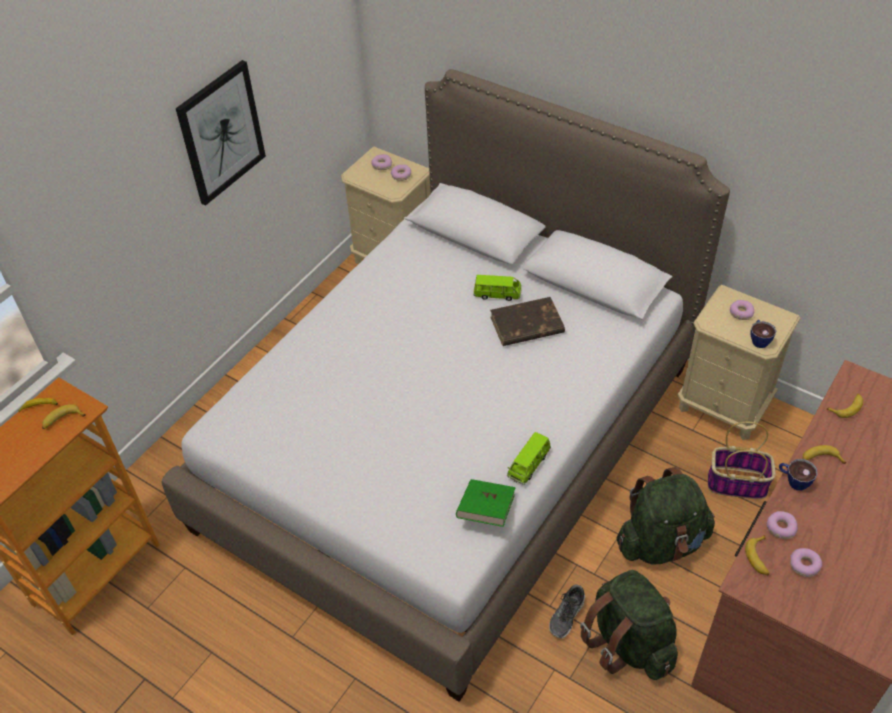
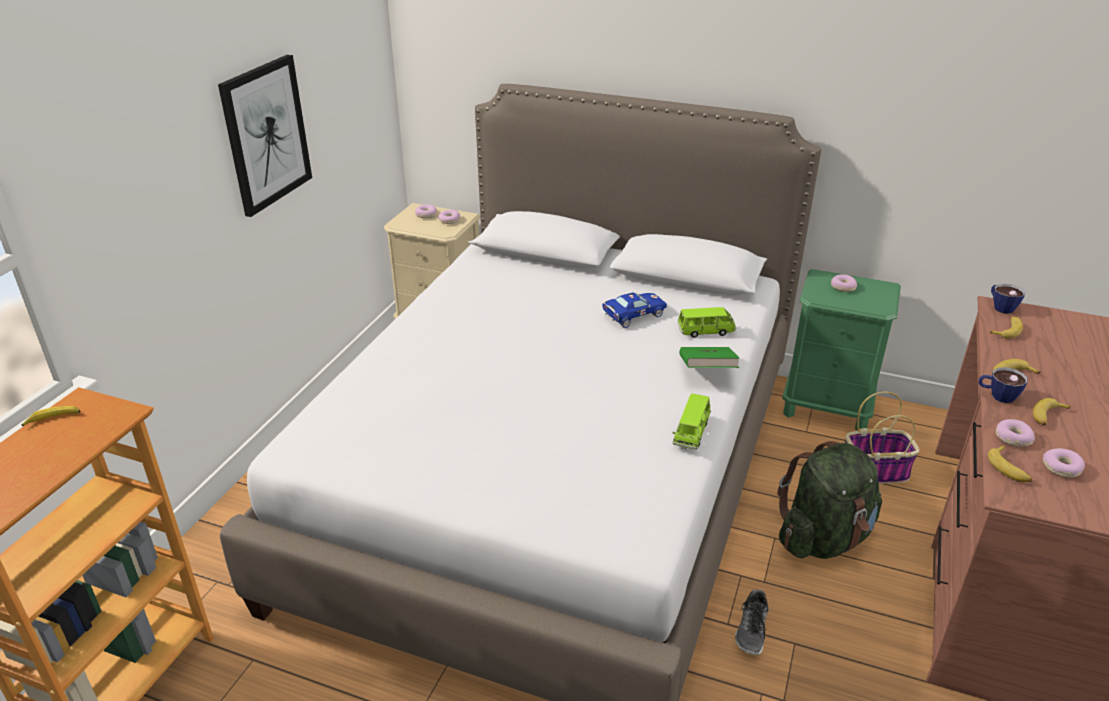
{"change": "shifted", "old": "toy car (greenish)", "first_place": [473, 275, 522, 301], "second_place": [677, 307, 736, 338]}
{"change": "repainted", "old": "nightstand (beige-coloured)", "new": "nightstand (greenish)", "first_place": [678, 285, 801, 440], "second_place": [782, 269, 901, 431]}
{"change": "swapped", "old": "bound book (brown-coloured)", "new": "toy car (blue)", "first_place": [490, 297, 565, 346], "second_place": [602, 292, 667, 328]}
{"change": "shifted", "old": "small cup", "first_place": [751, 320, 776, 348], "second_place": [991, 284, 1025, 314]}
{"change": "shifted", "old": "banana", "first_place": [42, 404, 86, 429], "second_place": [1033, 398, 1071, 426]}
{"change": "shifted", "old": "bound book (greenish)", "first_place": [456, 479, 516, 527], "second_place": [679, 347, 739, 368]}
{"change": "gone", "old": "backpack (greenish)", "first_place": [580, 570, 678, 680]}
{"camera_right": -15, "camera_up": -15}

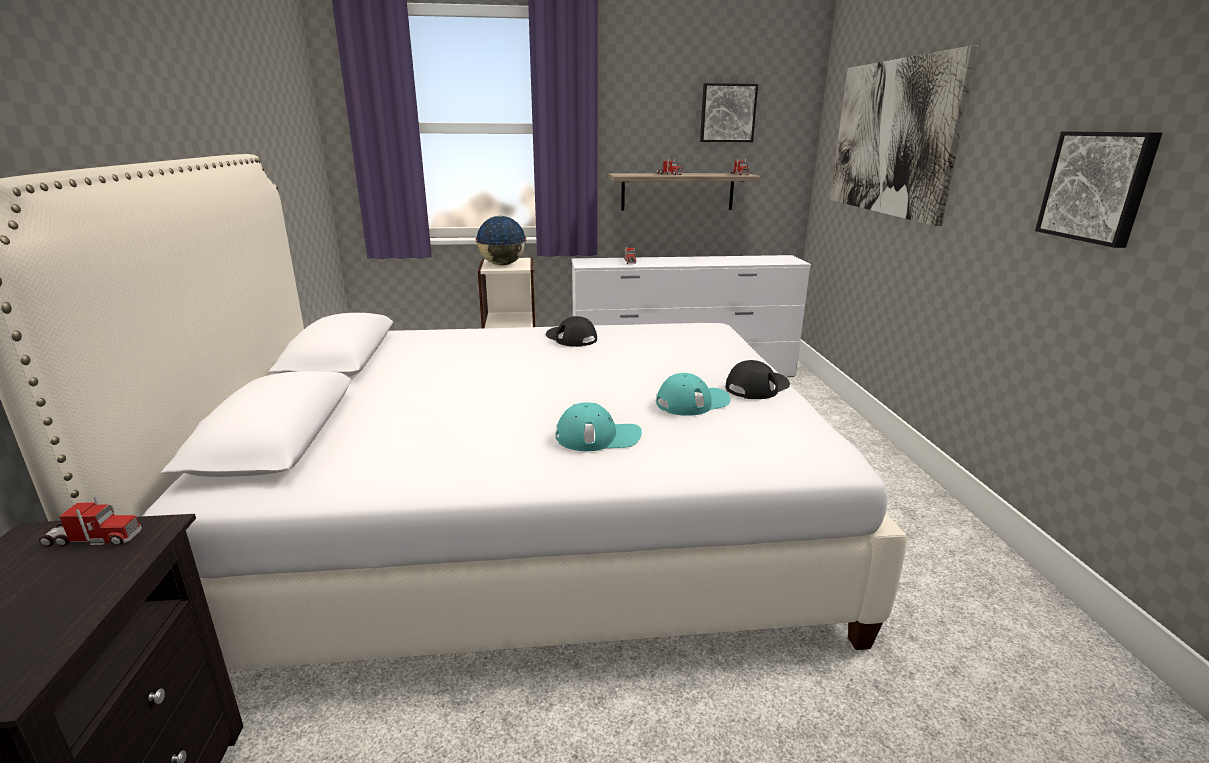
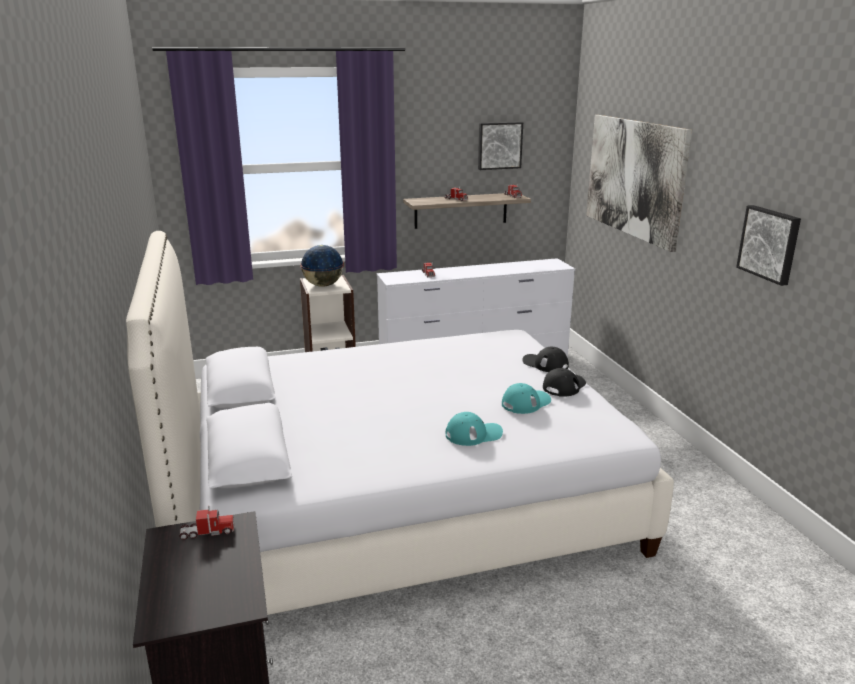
{"change": "shifted", "old": "baseball cap (blackish)", "first_place": [546, 316, 597, 347], "second_place": [523, 347, 569, 372]}
{"camera_right": -10, "camera_up": 0}

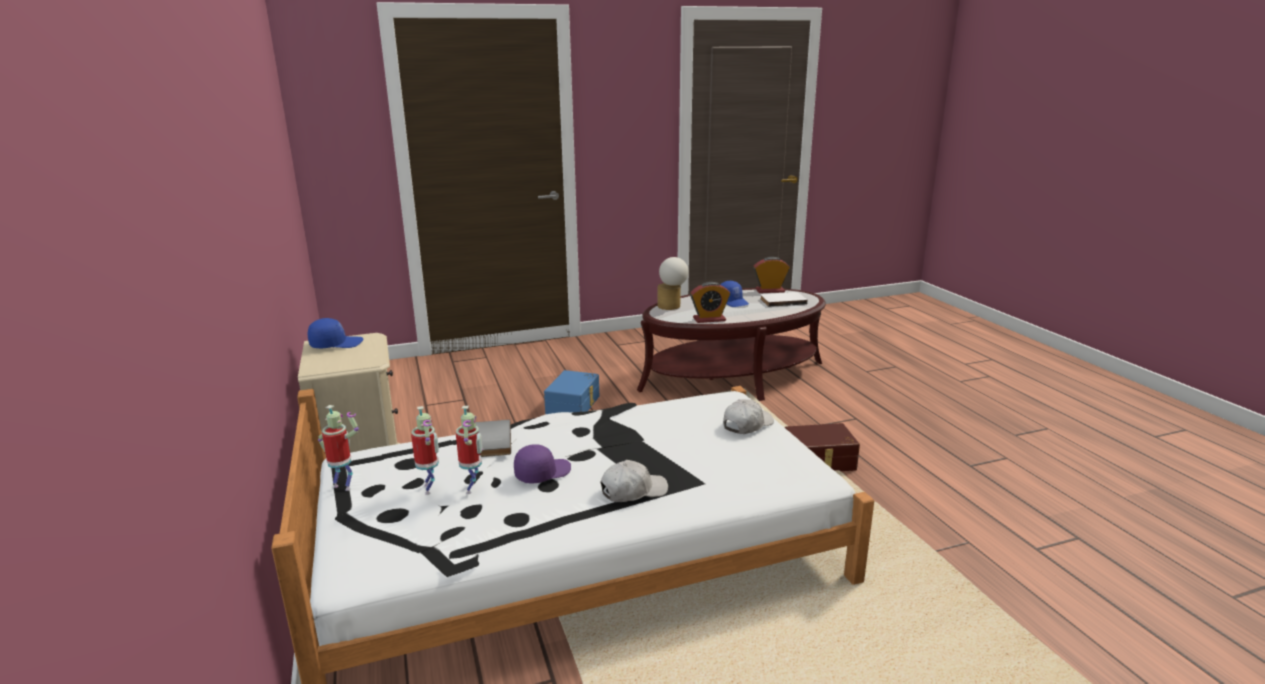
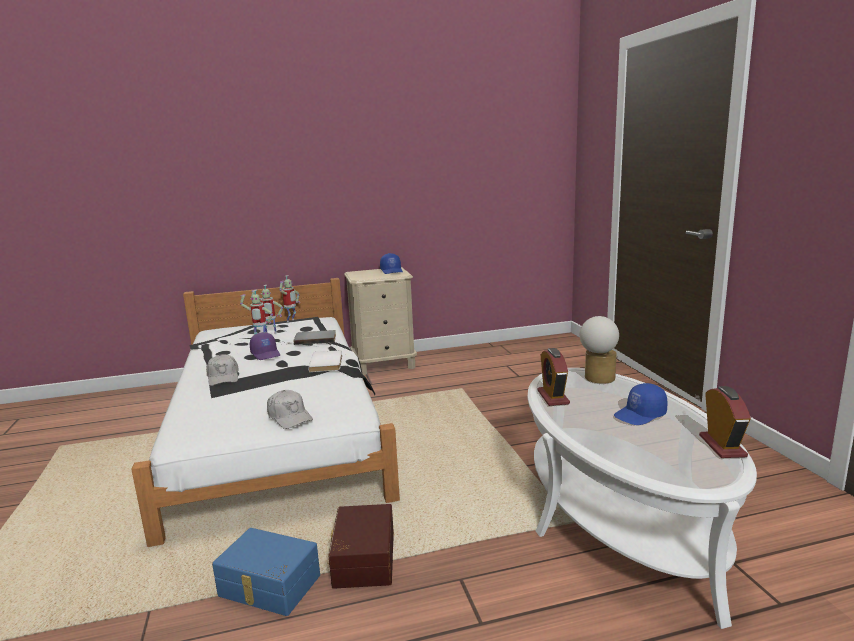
{"change": "repainted", "old": "coffee table (brown-coloured)", "new": "coffee table (white-coloured)", "first_place": [637, 288, 826, 401], "second_place": [528, 368, 757, 629]}
{"change": "shifted", "old": "bound book (white-coloured)", "first_place": [760, 292, 808, 307], "second_place": [309, 350, 342, 372]}
{"change": "shifted", "old": "storage container (blue)", "first_place": [544, 370, 599, 414], "second_place": [212, 528, 320, 616]}
{"camera_right": 95, "camera_up": -5}

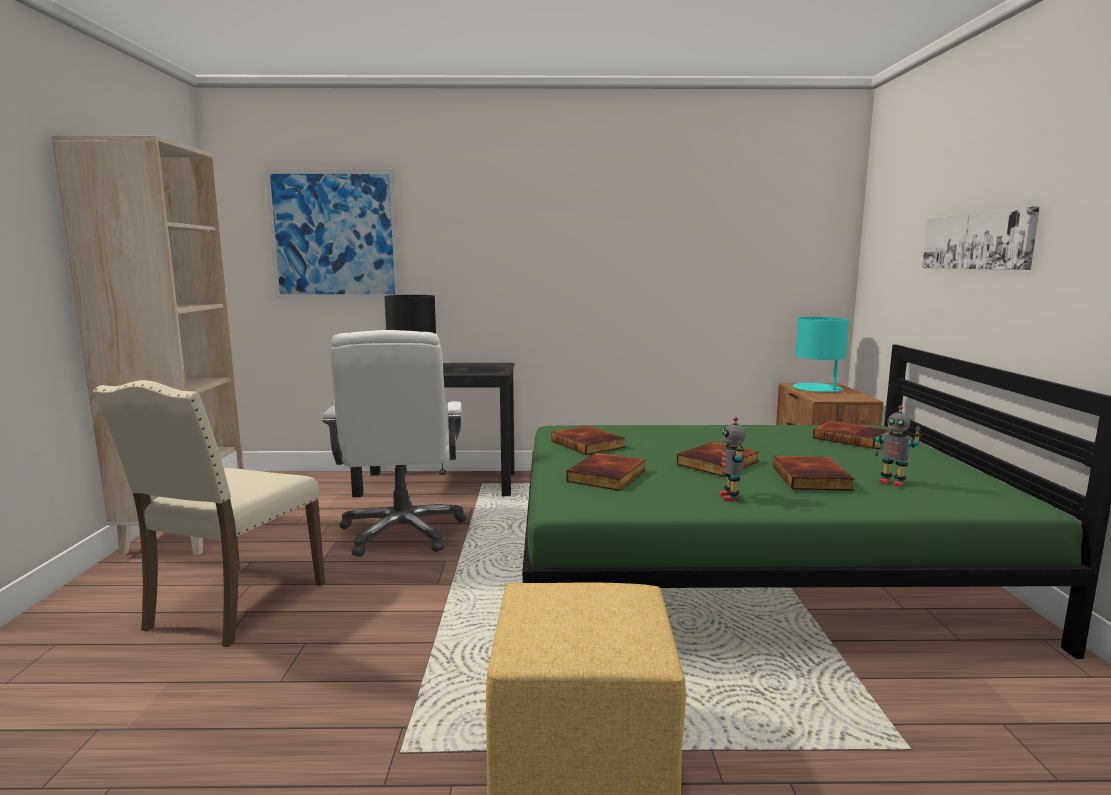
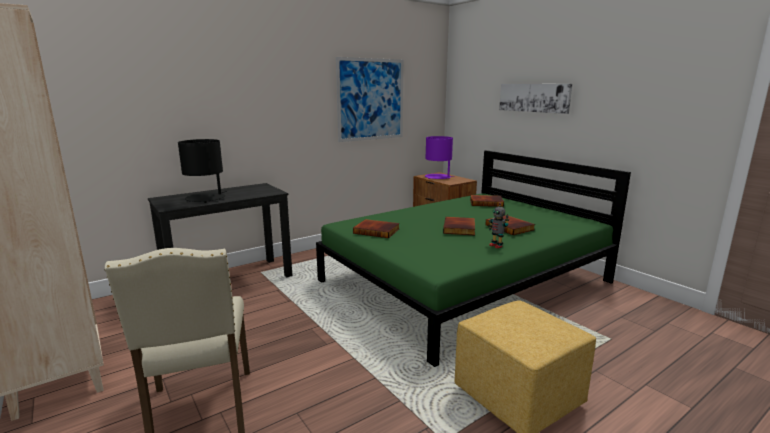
{"change": "shifted", "old": "wall art", "first_place": [265, 169, 400, 299], "second_place": [336, 57, 403, 142]}
{"change": "repainted", "old": "lamp for a table (turquoise-coloured)", "new": "lamp for a table (purple)", "first_place": [793, 317, 849, 393], "second_place": [425, 136, 454, 179]}
{"change": "gone", "old": "desk chair (white-coloured)", "first_place": [322, 330, 467, 557]}
{"change": "gone", "old": "toy robot", "first_place": [874, 405, 921, 487]}
{"change": "gone", "old": "bound book", "first_place": [567, 452, 646, 491]}
{"camera_right": -35, "camera_up": 5}

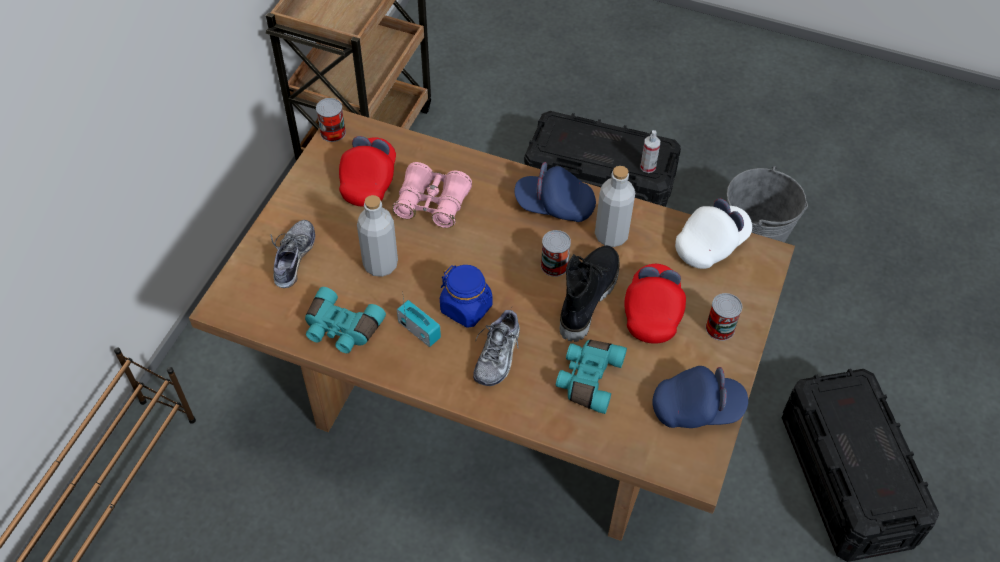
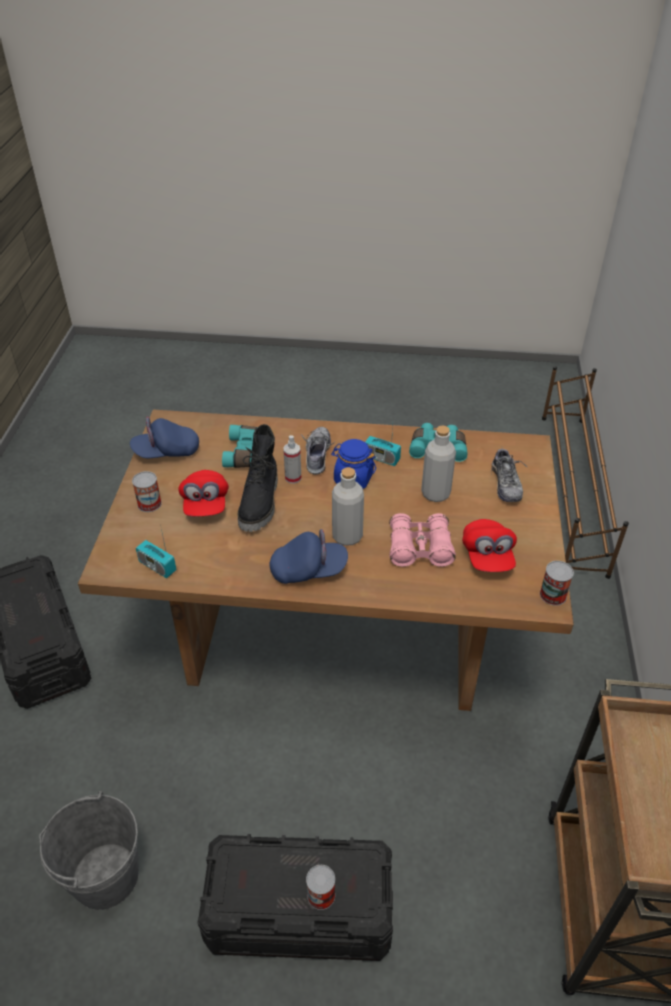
{"change": "shifted", "old": "sprayer", "first_place": [640, 130, 660, 173], "second_place": [283, 435, 301, 484]}
{"change": "shifted", "old": "drink bottle (grey)", "first_place": [595, 166, 635, 247], "second_place": [332, 467, 364, 546]}
{"change": "swapped", "old": "baseball cap (white-coloured)", "new": "radio", "first_place": [675, 198, 752, 269], "second_place": [136, 524, 176, 578]}
{"change": "shifted", "old": "metal can", "first_place": [541, 230, 571, 277], "second_place": [306, 865, 335, 910]}
{"camera_right": 165, "camera_up": -10}

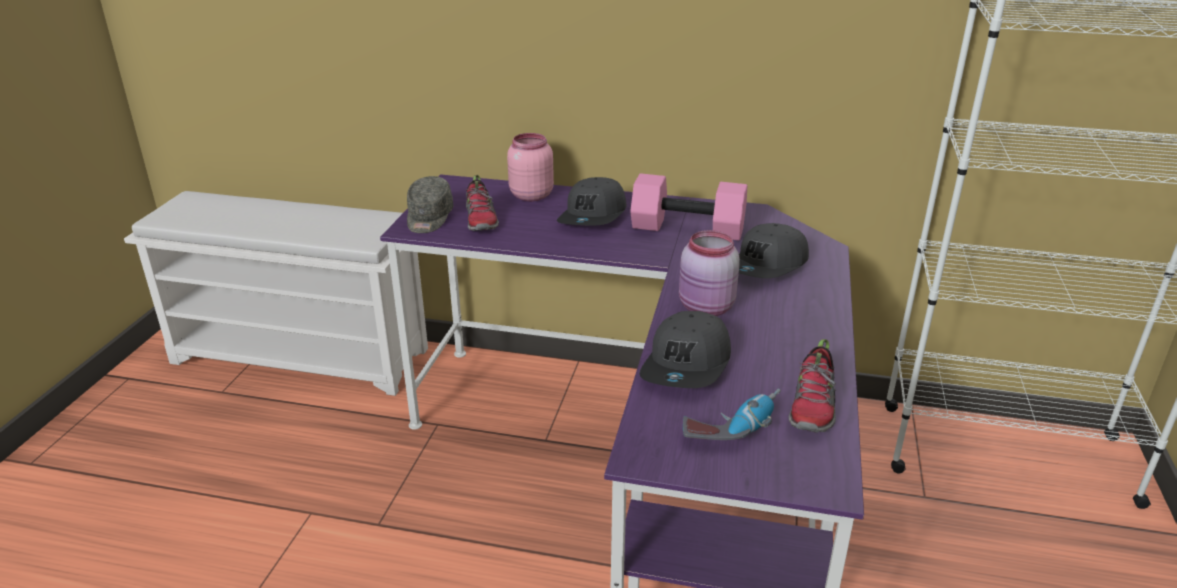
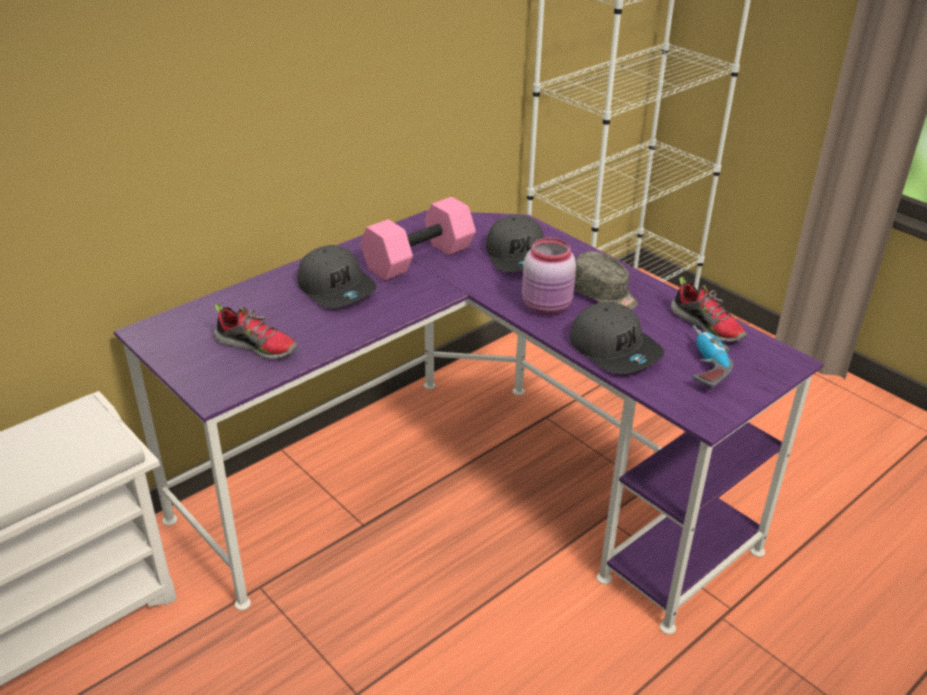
{"change": "gone", "old": "storage jar (pink-coloured)", "first_place": [507, 133, 554, 201]}
{"change": "shifted", "old": "baseball cap (grey)", "first_place": [407, 176, 454, 233], "second_place": [574, 251, 638, 310]}
{"camera_right": -55, "camera_up": 5}

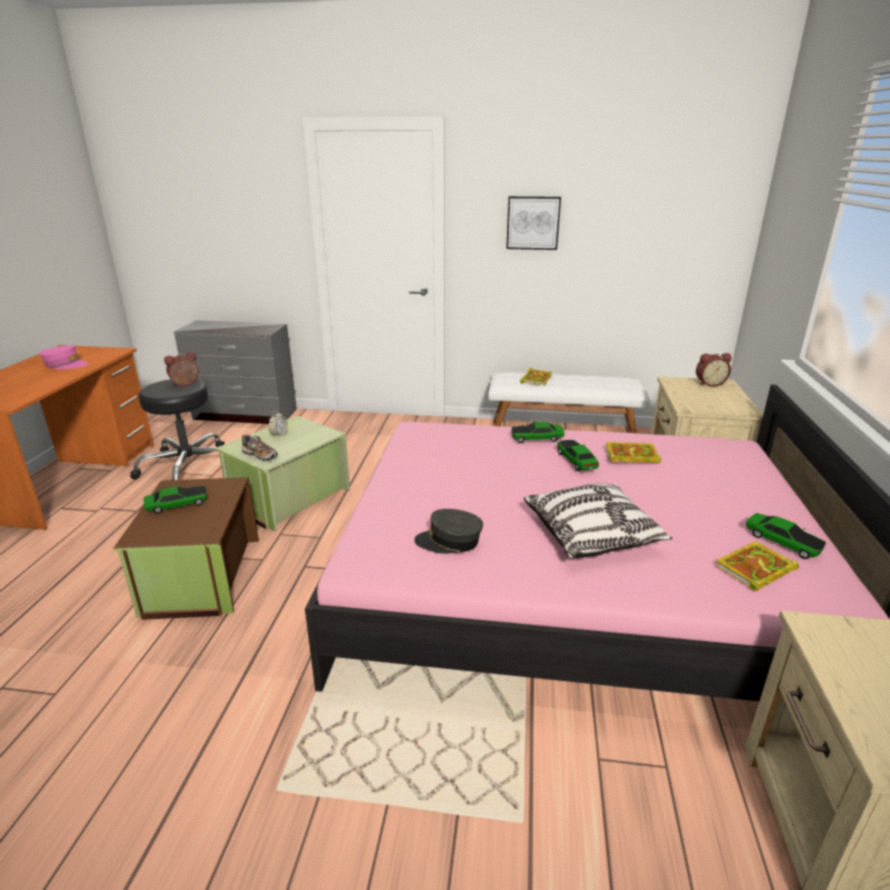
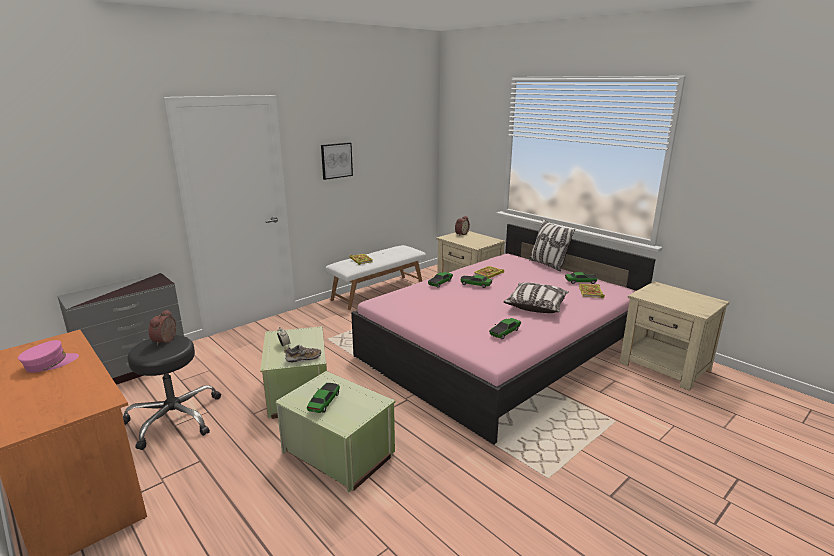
{"change": "repainted", "old": "storage container (brown-coloured)", "new": "storage container (greenish)", "first_place": [113, 477, 259, 620], "second_place": [275, 371, 395, 492]}
{"change": "swapped", "old": "baseball cap (grey)", "new": "toy car", "first_place": [414, 509, 483, 554], "second_place": [489, 318, 521, 339]}
{"change": "new", "new": "cushion", "second_place": [529, 219, 575, 272]}
{"camera_right": -50, "camera_up": -5}

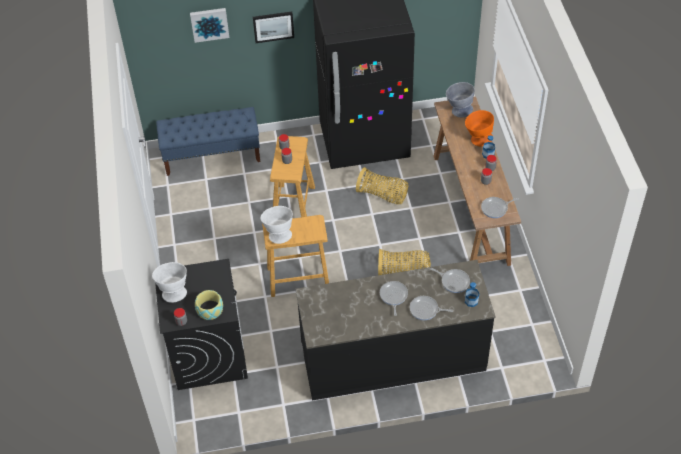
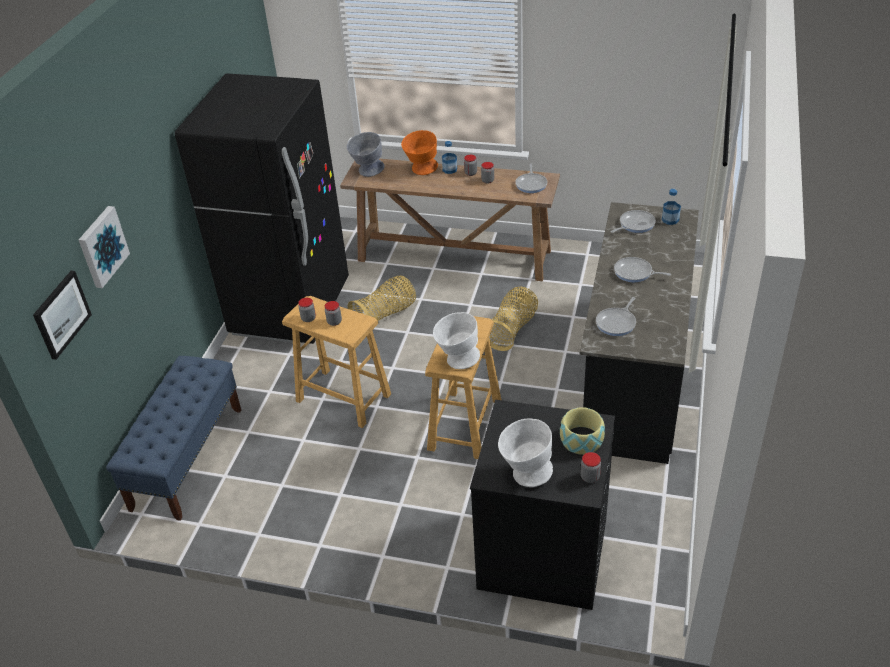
{"change": "shifted", "old": "wall art", "first_place": [253, 12, 294, 43], "second_place": [33, 271, 92, 360]}
{"change": "shifted", "old": "skillet", "first_place": [410, 296, 453, 320], "second_place": [596, 297, 636, 336]}
{"camera_right": -65, "camera_up": -10}

